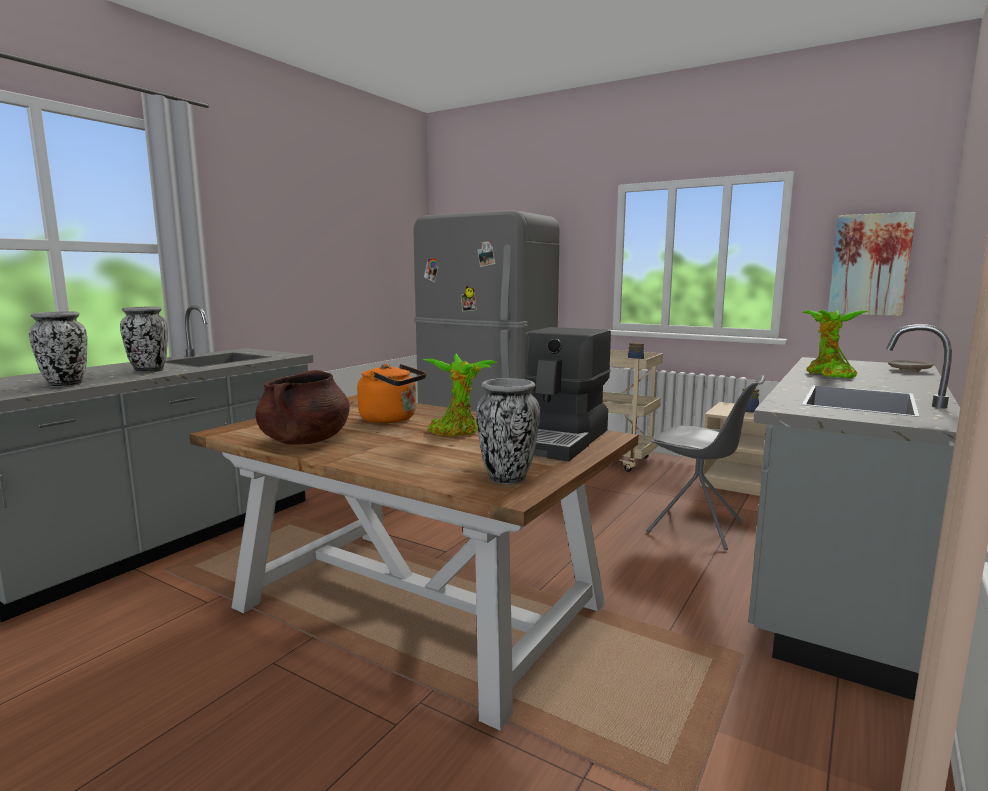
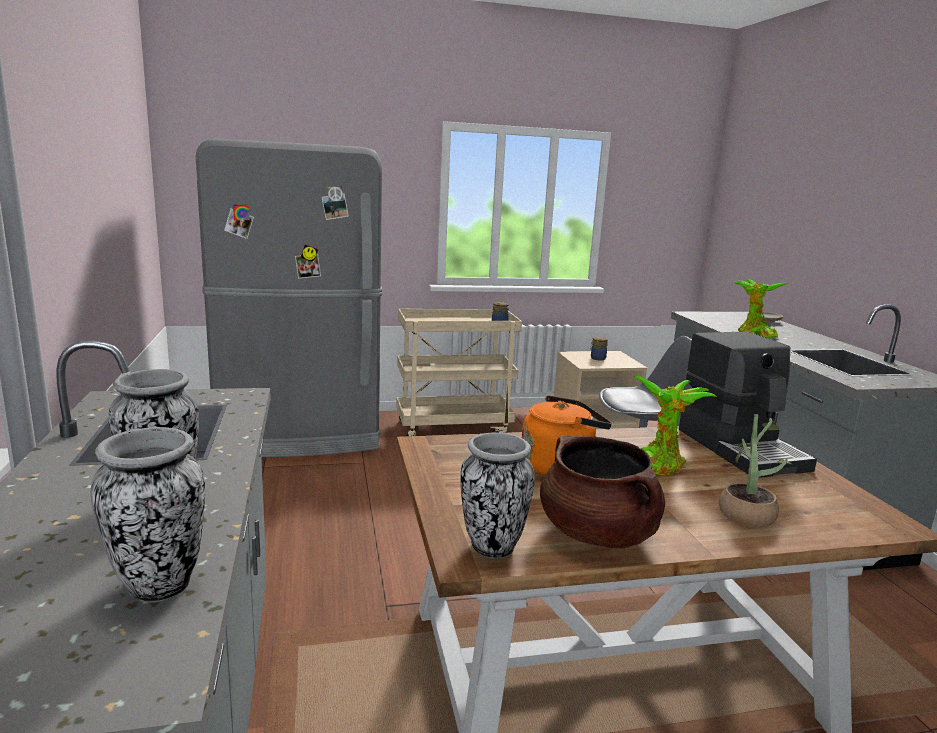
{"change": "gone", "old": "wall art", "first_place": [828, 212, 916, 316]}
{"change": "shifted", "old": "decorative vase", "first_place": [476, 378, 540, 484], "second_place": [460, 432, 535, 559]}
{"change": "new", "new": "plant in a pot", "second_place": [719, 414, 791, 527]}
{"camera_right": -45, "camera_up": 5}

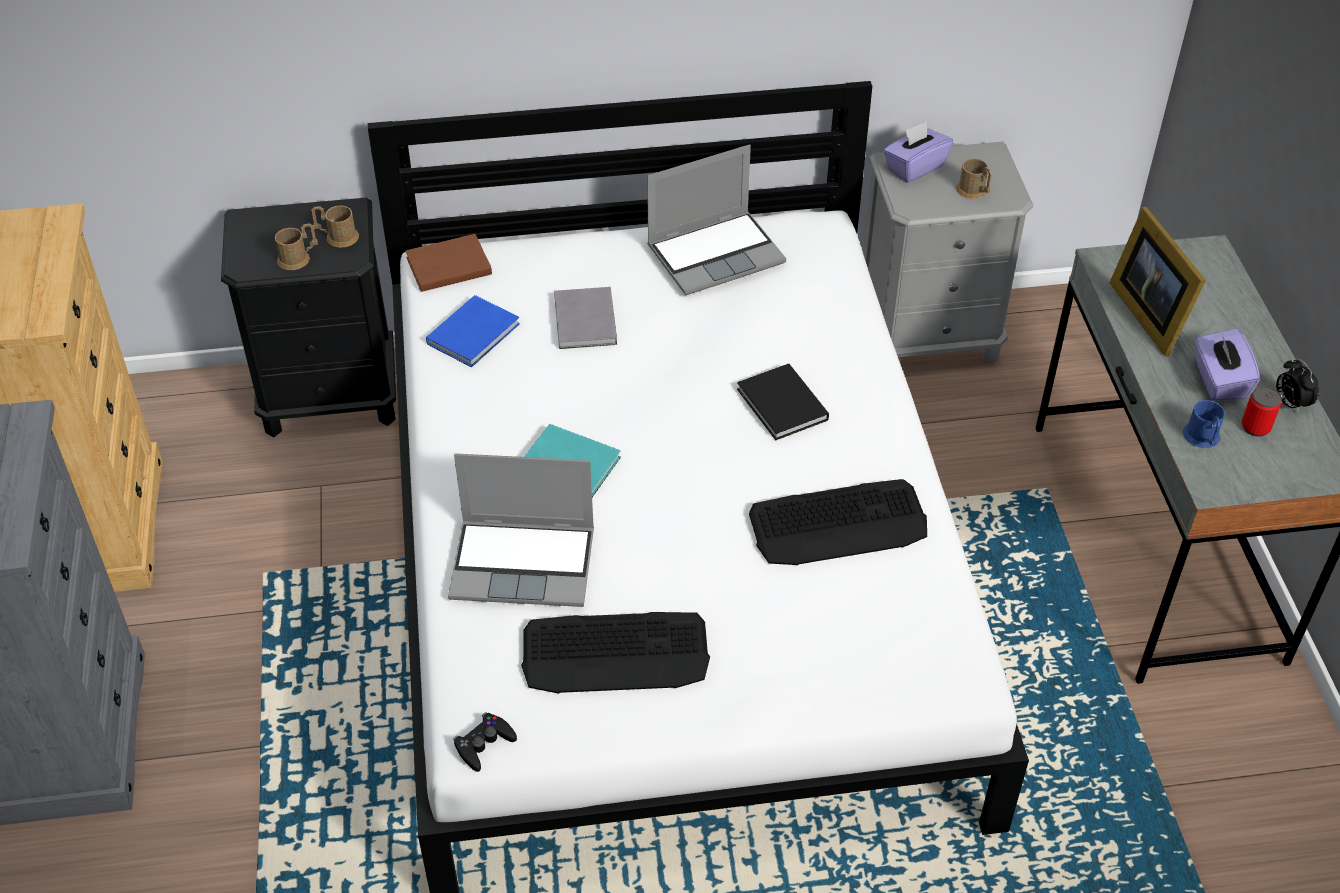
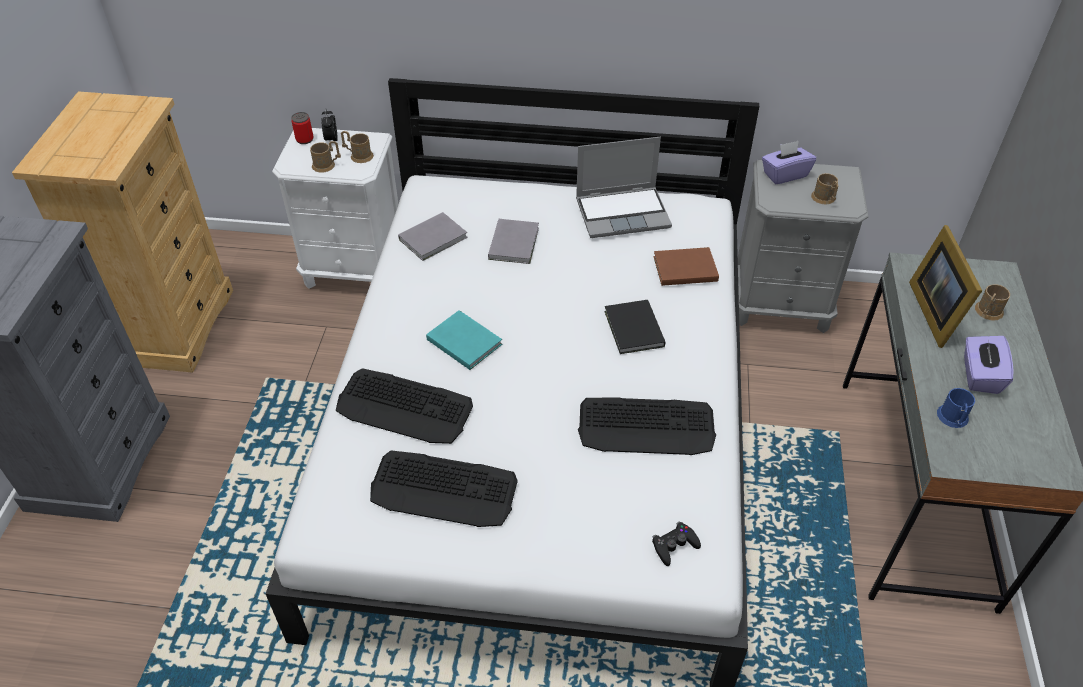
{"change": "repainted", "old": "nightstand (blackish)", "new": "nightstand (white-coloured)", "first_place": [221, 198, 396, 438], "second_place": [272, 128, 398, 289]}
{"change": "shifted", "old": "bound book (brown-coloured)", "first_place": [405, 234, 492, 292], "second_place": [653, 247, 719, 286]}
{"change": "repainted", "old": "bound book (blue)", "new": "bound book (grey)", "first_place": [426, 295, 520, 367], "second_place": [398, 212, 468, 261]}
{"change": "shifted", "old": "bedside clock", "first_place": [1276, 358, 1319, 414], "second_place": [321, 109, 337, 142]}
{"change": "shifted", "old": "metal can", "first_place": [1242, 386, 1282, 437], "second_place": [291, 112, 313, 144]}
{"change": "swapped", "old": "notebook computer", "new": "keyboard", "first_place": [448, 453, 594, 607], "second_place": [336, 368, 473, 444]}
{"change": "shifted", "old": "gamepad (blackish)", "first_place": [453, 712, 517, 772], "second_place": [652, 521, 701, 566]}
{"change": "new", "new": "coffee mug (brown-coloured)", "second_place": [975, 284, 1010, 321]}
{"camera_right": 15, "camera_up": 0}

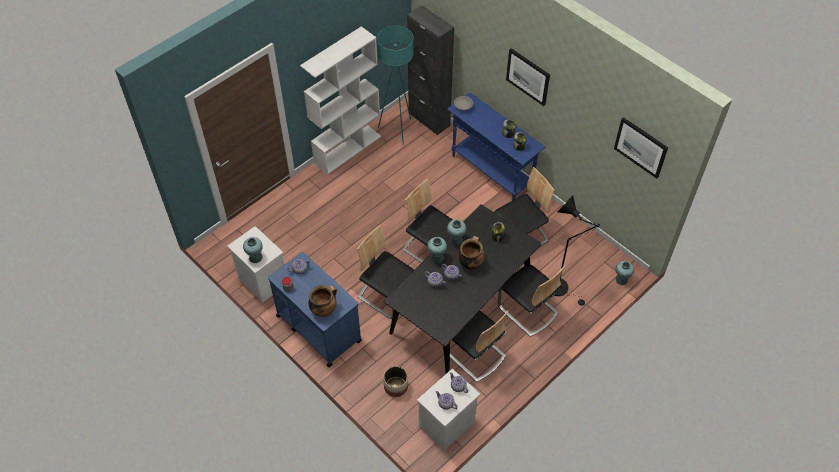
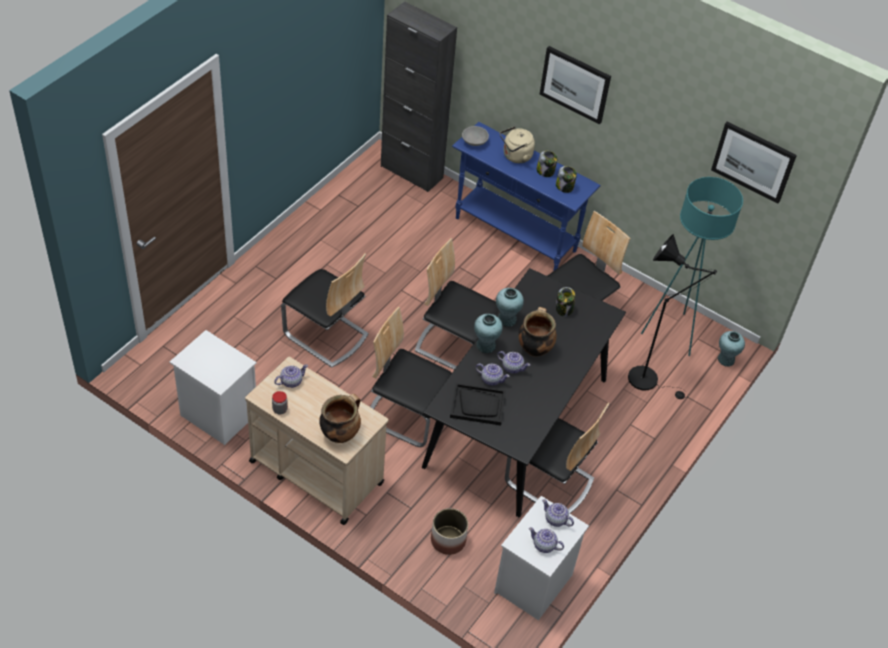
{"change": "shifted", "old": "standing lamp (turquoise-coloured)", "first_place": [377, 25, 414, 145], "second_place": [641, 177, 743, 356]}
{"change": "gone", "old": "bookshelf (white-coloured)", "first_place": [300, 26, 381, 175]}
{"change": "gone", "old": "decorative vase (turquoise-coloured)", "first_place": [243, 237, 263, 263]}
{"change": "repainted", "old": "trolley (blue)", "new": "trolley (beige-coloured)", "first_place": [268, 252, 362, 367], "second_place": [245, 357, 388, 525]}
{"change": "shifted", "old": "upright chair", "first_place": [498, 265, 566, 337], "second_place": [281, 254, 369, 368]}
{"change": "new", "new": "water kettle (beige-coloured)", "second_place": [500, 126, 535, 163]}
{"change": "new", "new": "serving tray (blackish)", "second_place": [450, 383, 506, 425]}
{"camera_right": -15, "camera_up": -5}

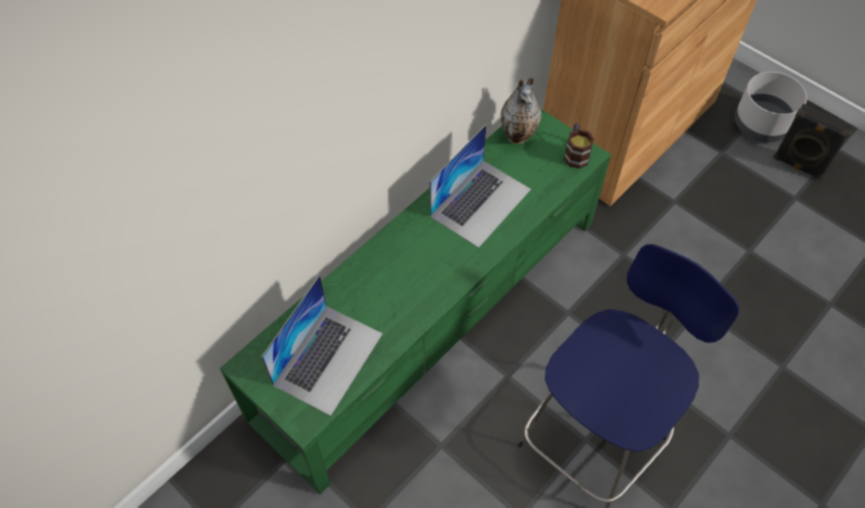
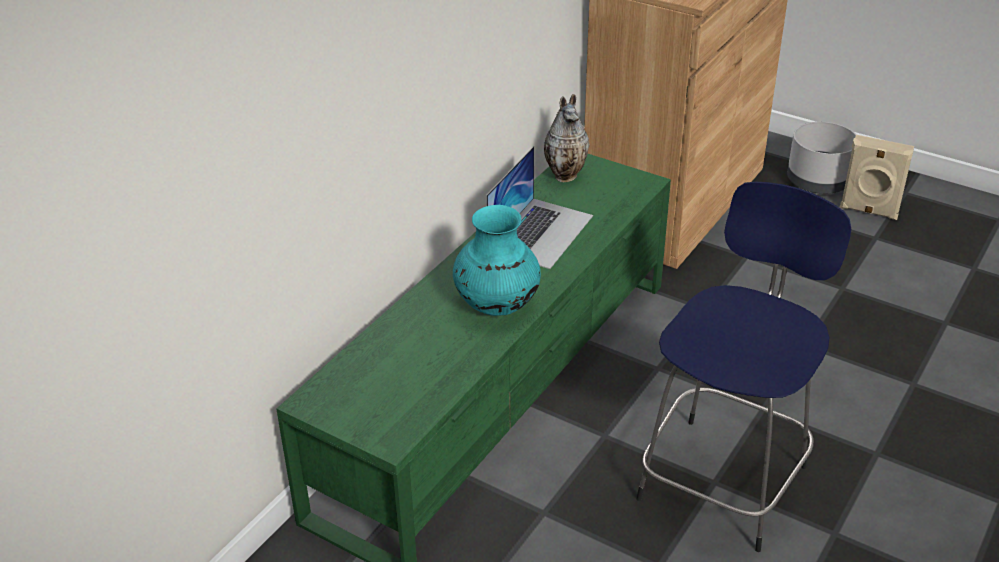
{"change": "repainted", "old": "loudspeaker (blackish)", "new": "loudspeaker (beige-coloured)", "first_place": [773, 104, 853, 180], "second_place": [840, 135, 914, 220]}
{"change": "gone", "old": "coffee mug", "first_place": [564, 123, 594, 169]}
{"change": "gone", "old": "notebook computer", "first_place": [261, 275, 383, 416]}
{"change": "new", "new": "decorative vase (turquoise-coloured)", "second_place": [453, 205, 541, 316]}
{"camera_right": -10, "camera_up": -20}

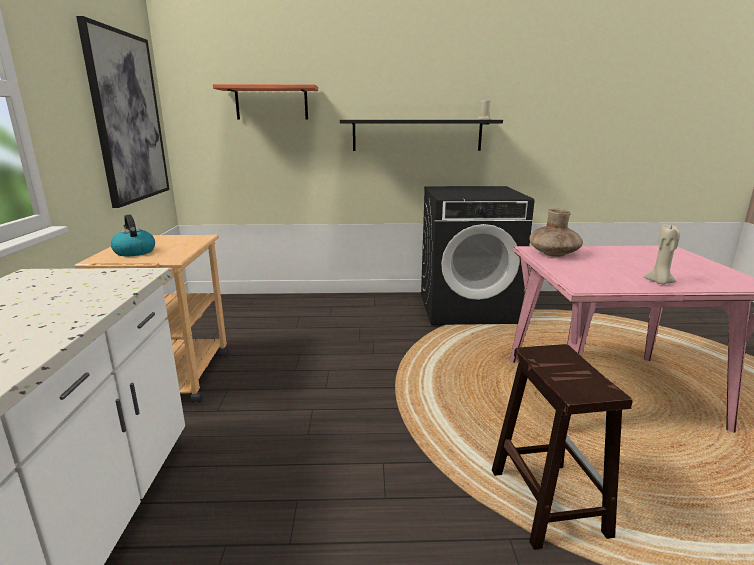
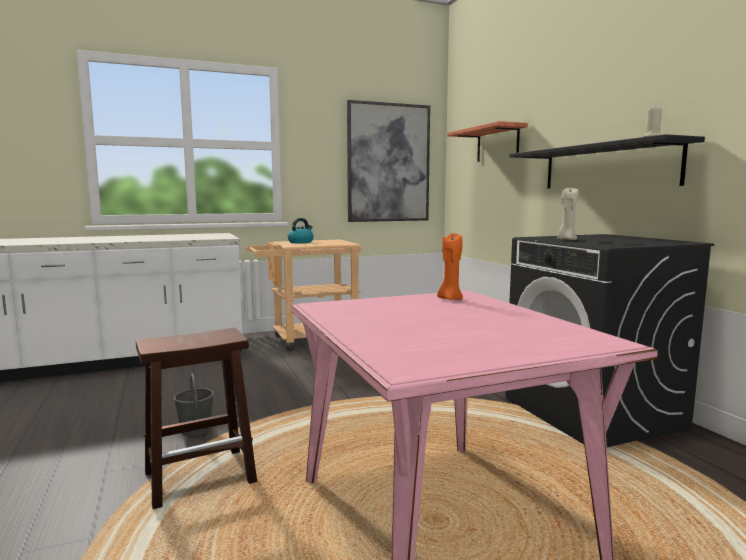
{"change": "swapped", "old": "decorative vase (brown-coloured)", "new": "wax candle (orange)", "first_place": [529, 208, 583, 257], "second_place": [437, 233, 463, 300]}
{"change": "shifted", "old": "wax candle (beige-coloured)", "first_place": [644, 224, 680, 285], "second_place": [557, 187, 579, 240]}
{"change": "new", "new": "pail (grey)", "second_place": [173, 373, 214, 436]}
{"camera_right": 70, "camera_up": -10}

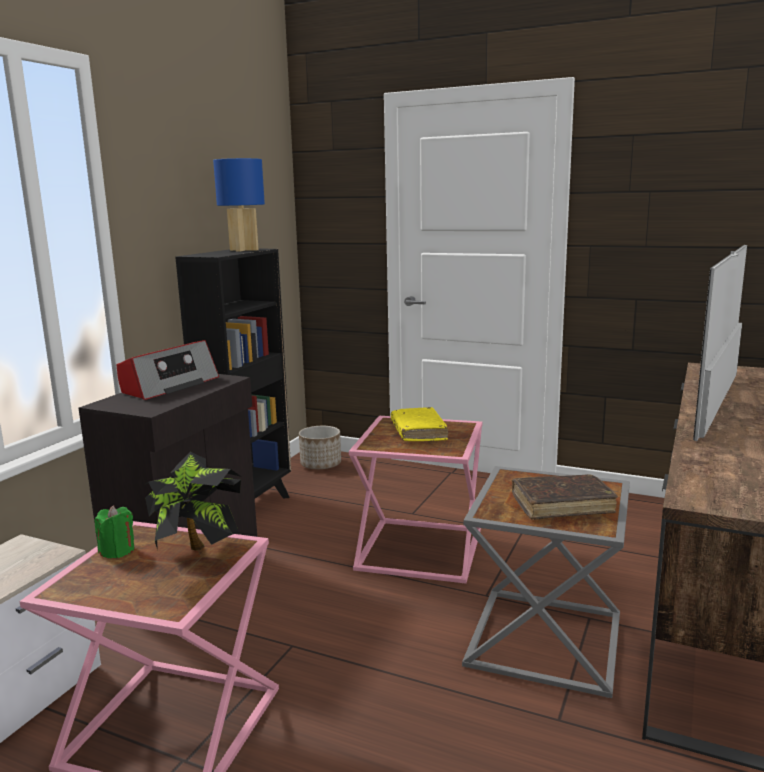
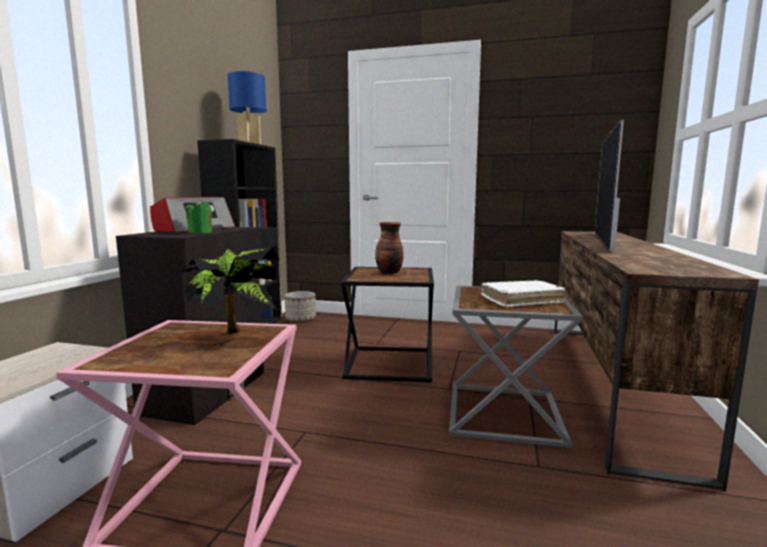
{"change": "swapped", "old": "bound book (yellow-coloured)", "new": "decorative vase", "first_place": [391, 407, 448, 441], "second_place": [375, 222, 404, 274]}
{"change": "repainted", "old": "accent table (pink-coloured)", "new": "accent table (blackish)", "first_place": [349, 416, 483, 583], "second_place": [341, 267, 434, 382]}
{"change": "repainted", "old": "bound book (brown-coloured)", "new": "bound book (white-coloured)", "first_place": [512, 474, 618, 520], "second_place": [481, 280, 565, 307]}
{"change": "shifted", "old": "wax candle (greenish)", "first_place": [94, 506, 135, 558], "second_place": [186, 200, 212, 233]}
{"camera_right": -10, "camera_up": -5}

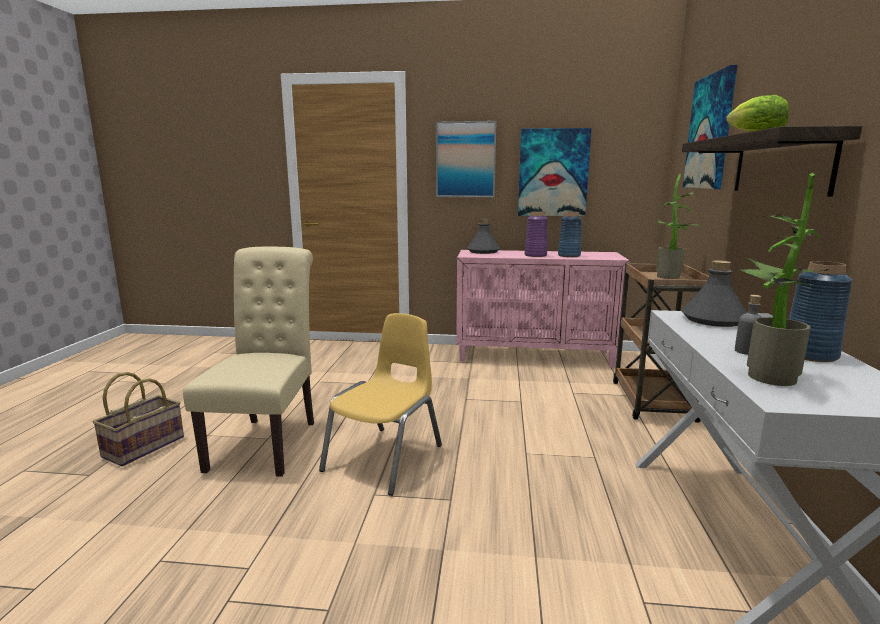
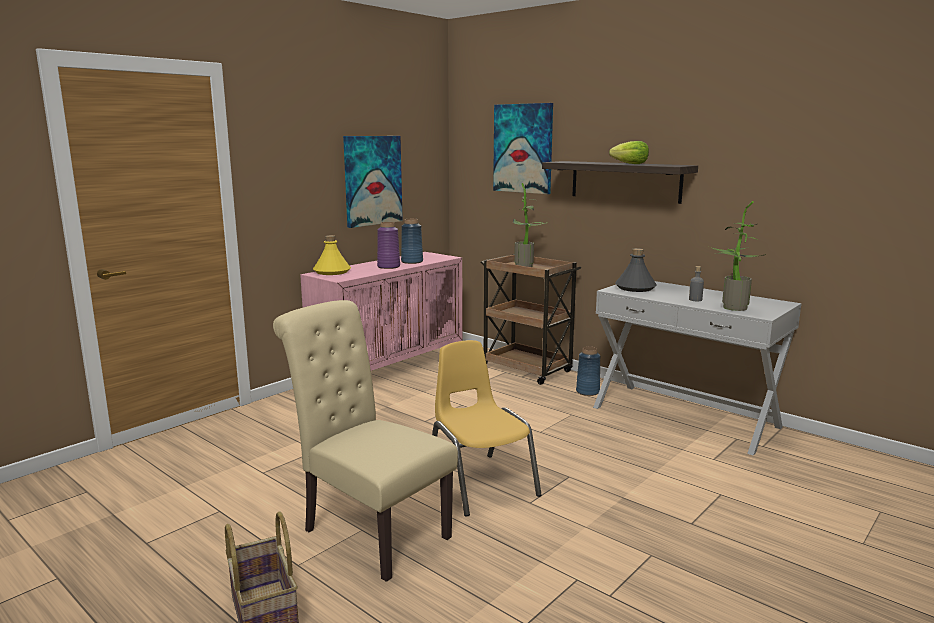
{"change": "gone", "old": "wall art", "first_place": [436, 121, 497, 197]}
{"change": "repainted", "old": "drink bottle (grey)", "new": "drink bottle (yellow-coloured)", "first_place": [467, 219, 500, 254], "second_place": [313, 235, 351, 275]}
{"change": "shifted", "old": "decorative vase (blue)", "first_place": [789, 261, 853, 362], "second_place": [576, 346, 600, 396]}
{"camera_right": -55, "camera_up": 0}

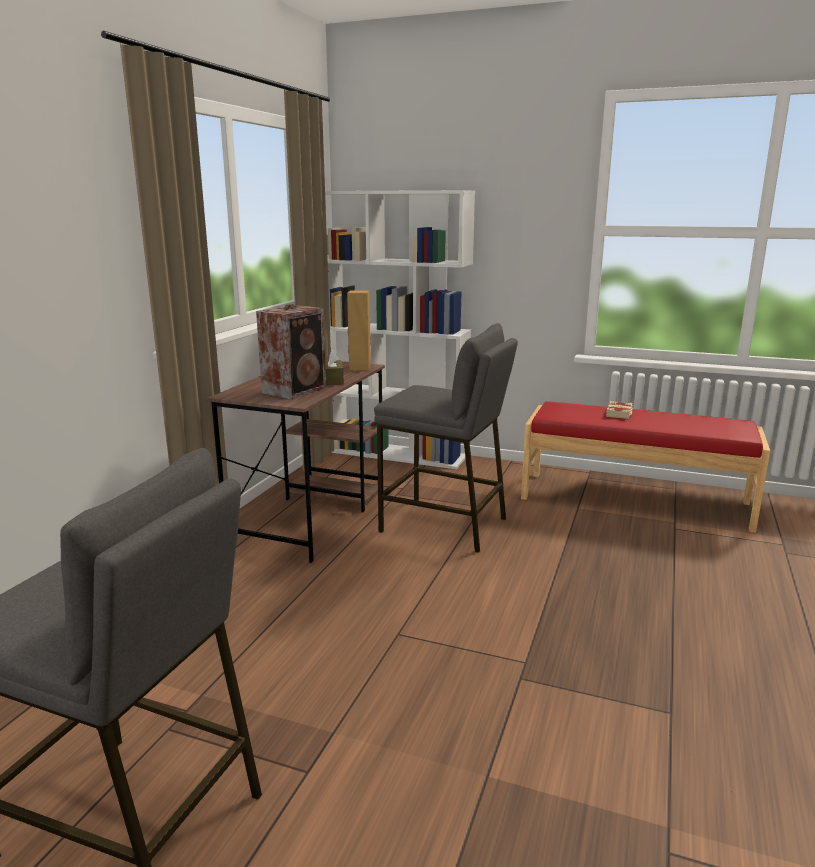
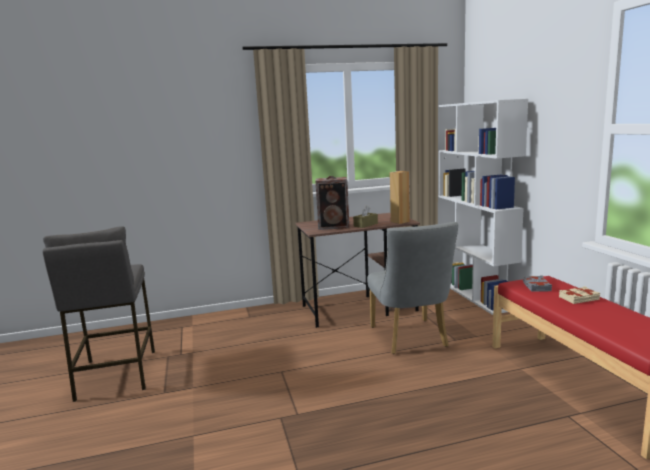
{"change": "swapped", "old": "sitting stool (grey)", "new": "upright chair (grey)", "first_place": [374, 323, 518, 553], "second_place": [367, 222, 458, 354]}
{"change": "new", "new": "bound book (grey)", "second_place": [523, 276, 552, 292]}
{"camera_right": 55, "camera_up": -5}

